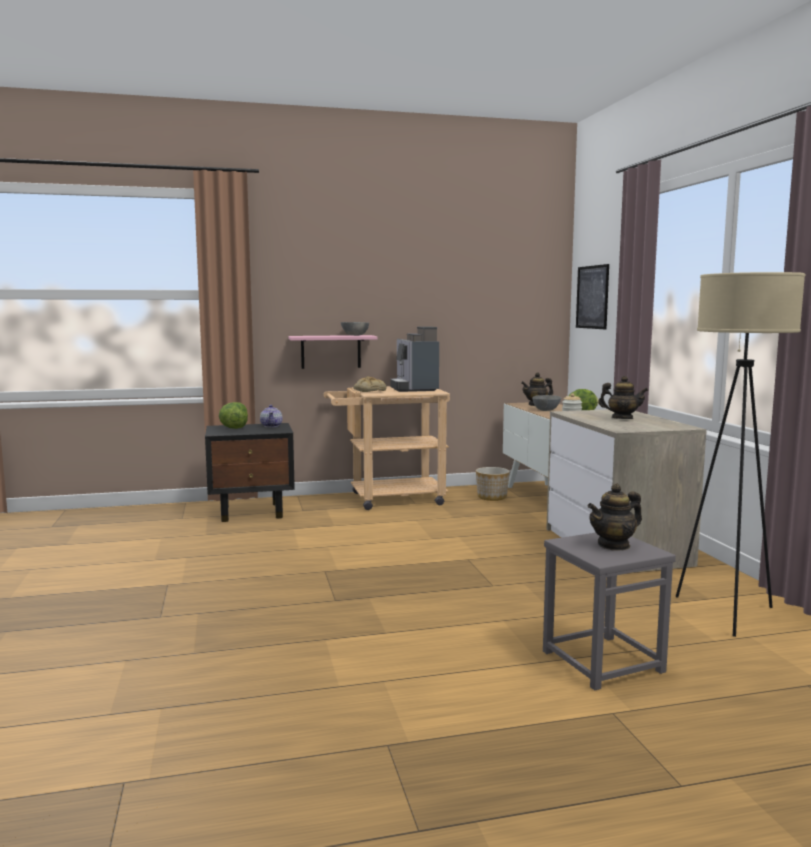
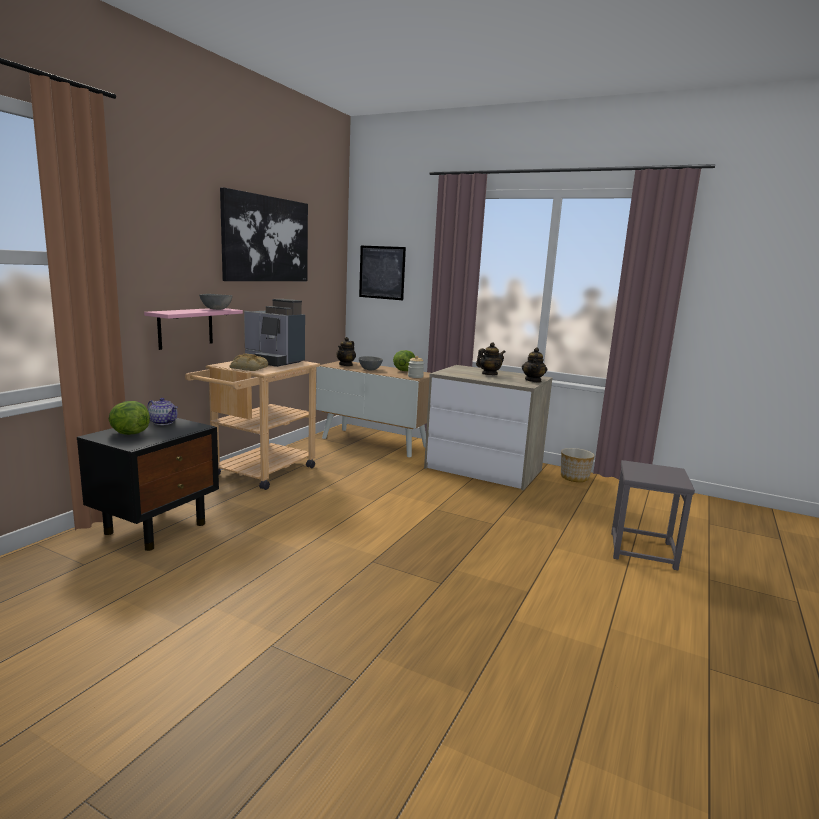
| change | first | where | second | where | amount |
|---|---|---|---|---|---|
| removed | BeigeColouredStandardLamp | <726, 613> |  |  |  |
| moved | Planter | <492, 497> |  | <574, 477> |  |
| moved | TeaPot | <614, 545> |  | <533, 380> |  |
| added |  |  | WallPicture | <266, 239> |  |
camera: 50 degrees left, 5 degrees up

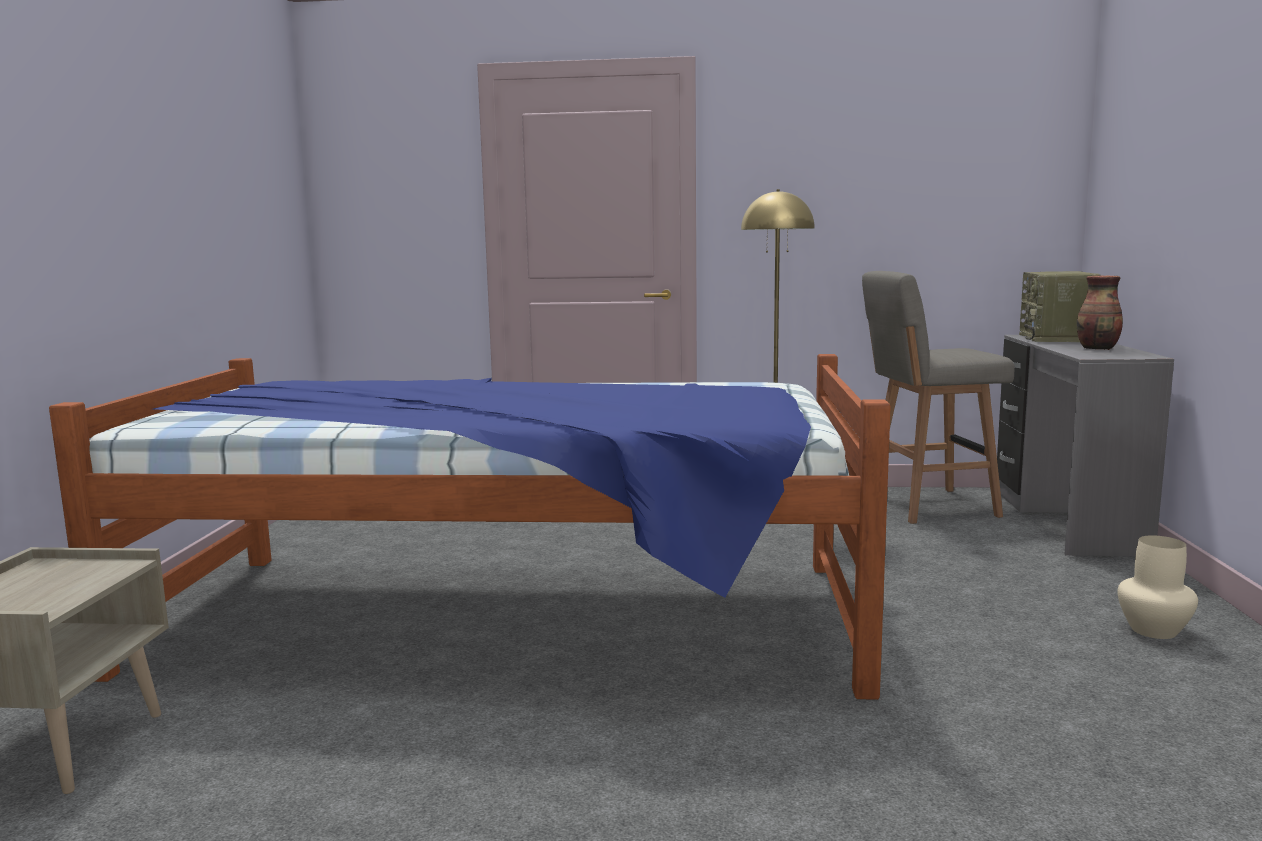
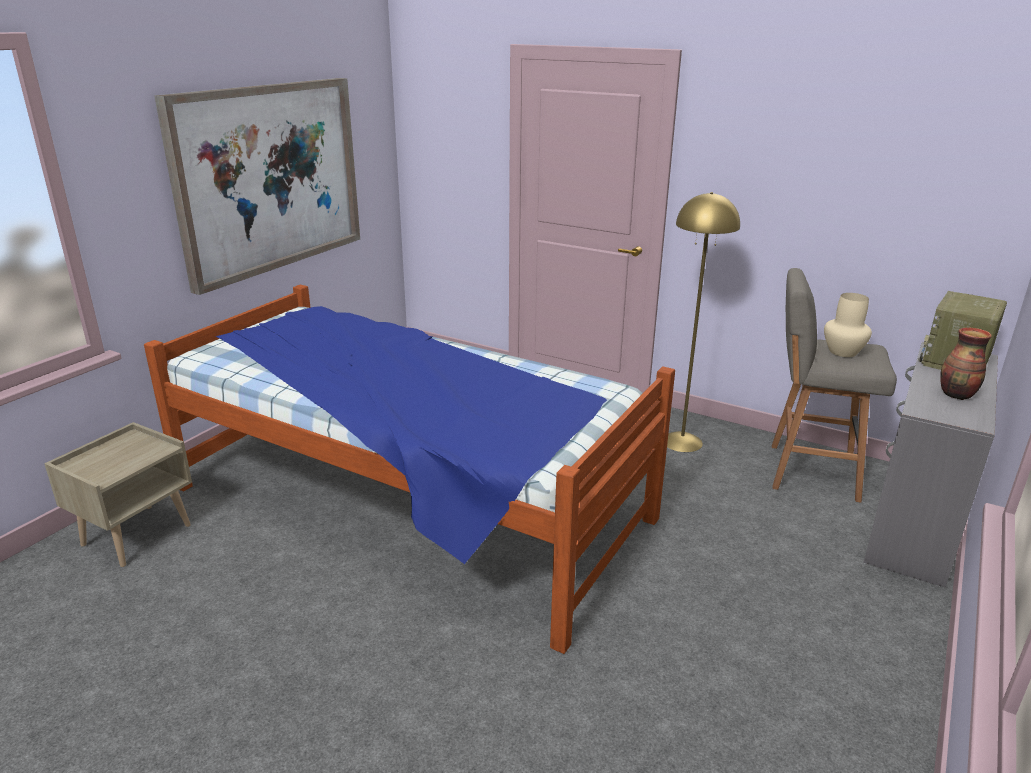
| change | first | where | second | where | amount |
|---|---|---|---|---|---|
| moved | BeigeColouredVase | <1153, 631> |  | <842, 352> |  |
| added |  |  | WallPicture | <269, 178> |  |
camera: 25 degrees right, 15 degrees up

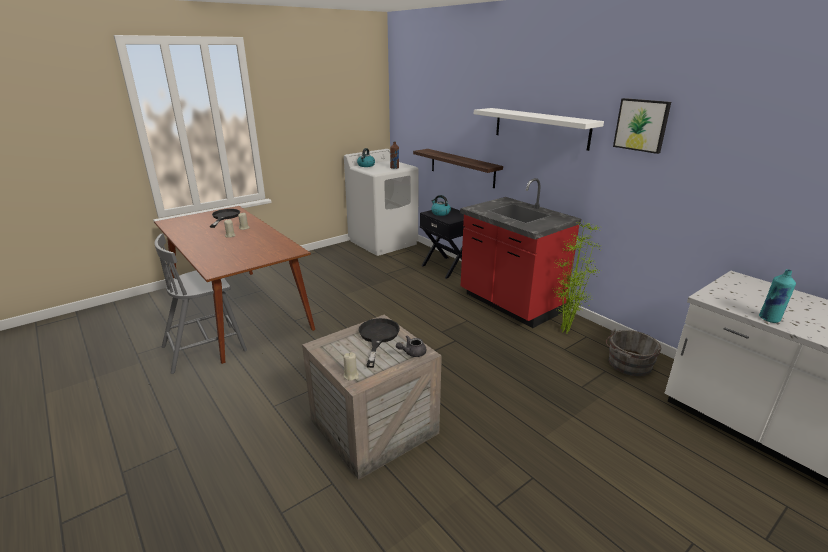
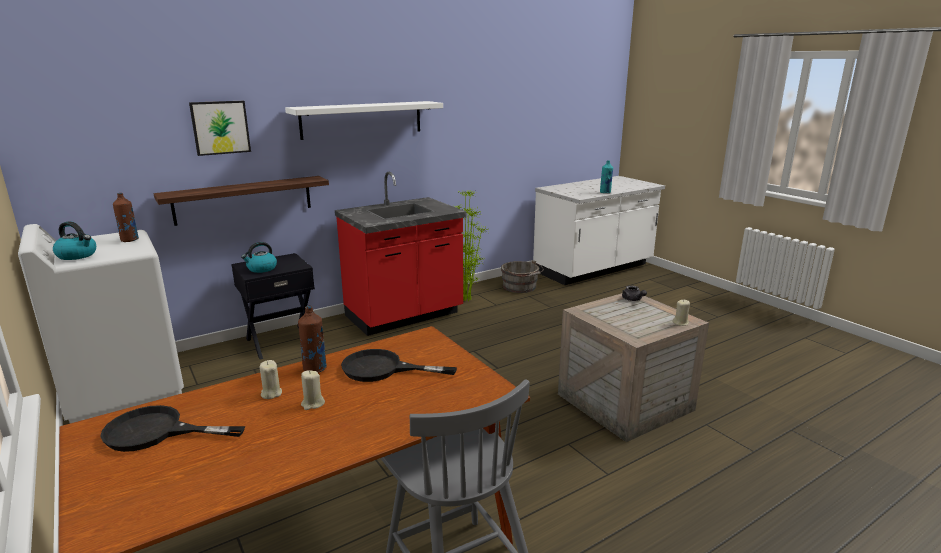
| change | first | where | second | where | amount |
|---|---|---|---|---|---|
| moved | WallPicture | <641, 125> |  | <220, 127> |  |
| moved | BlackishSkillet | <377, 337> |  | <383, 369> |  |
| added |  |  | BrownColouredBeverageBottle | <315, 369> |  |
camera: 85 degrees left, 5 degrees down

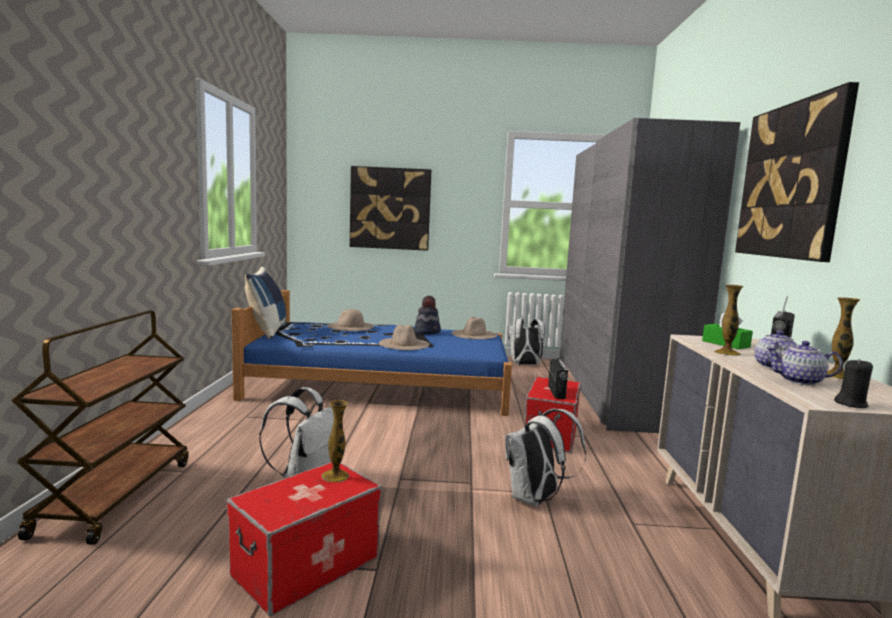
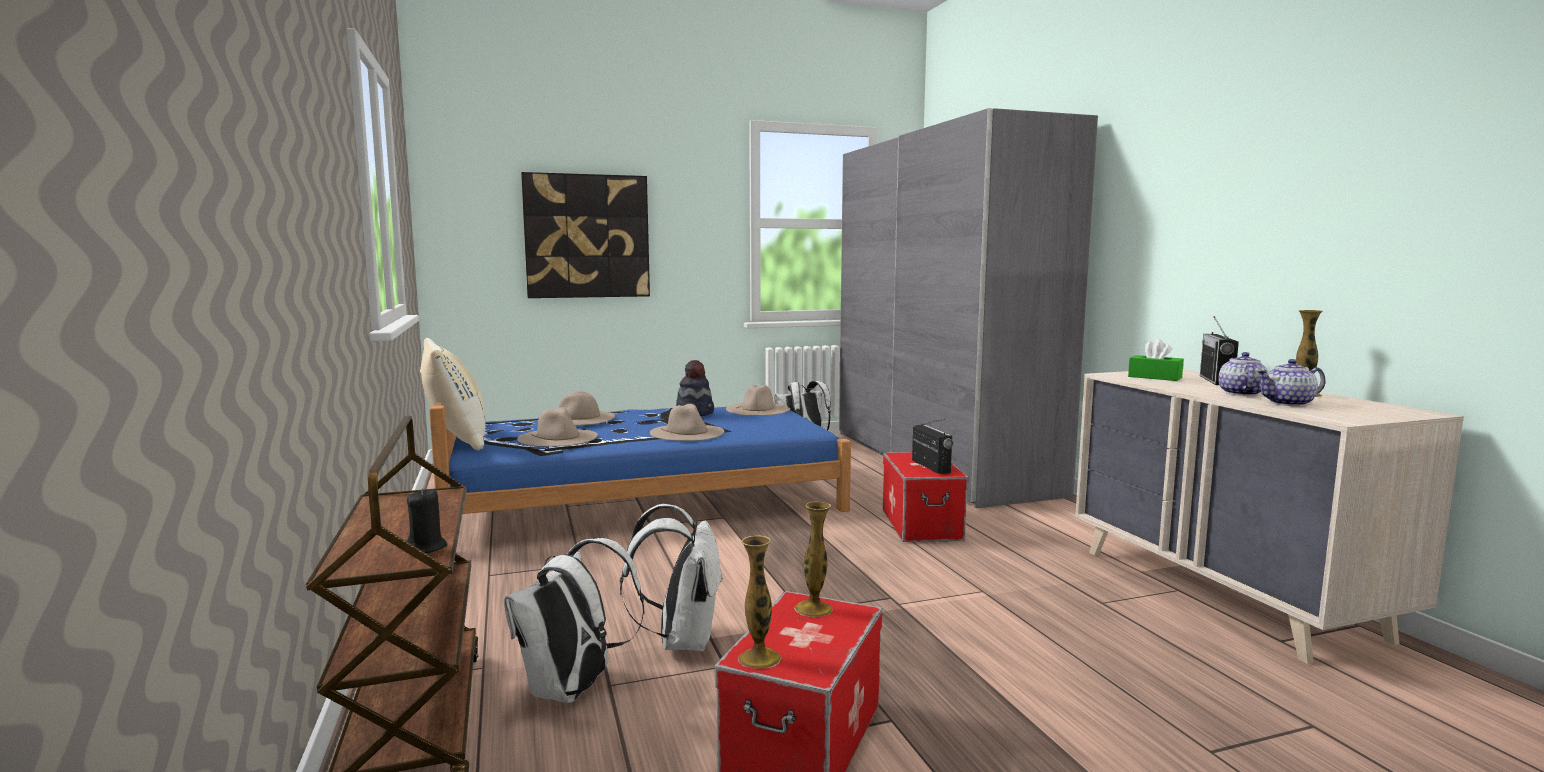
| change | first | where | second | where | amount |
|---|---|---|---|---|---|
| removed | WallPicture | <791, 181> |  |  |  |
| recoloured | BlueThrowPillow | <267, 331> | BeigeColouredThrowPillow | <455, 440> |  |
| moved | Vase | <727, 353> |  | <759, 658> |  |
| moved | BlackishWaxCandle | <851, 404> |  | <427, 548> |  |
| moved | WhiteColouredKnapsack | <536, 500> |  | <573, 690> |  |
| added |  |  | BeigeColouredWearableHat | <558, 437> |  |
camera: 20 degrees left, 0 degrees up

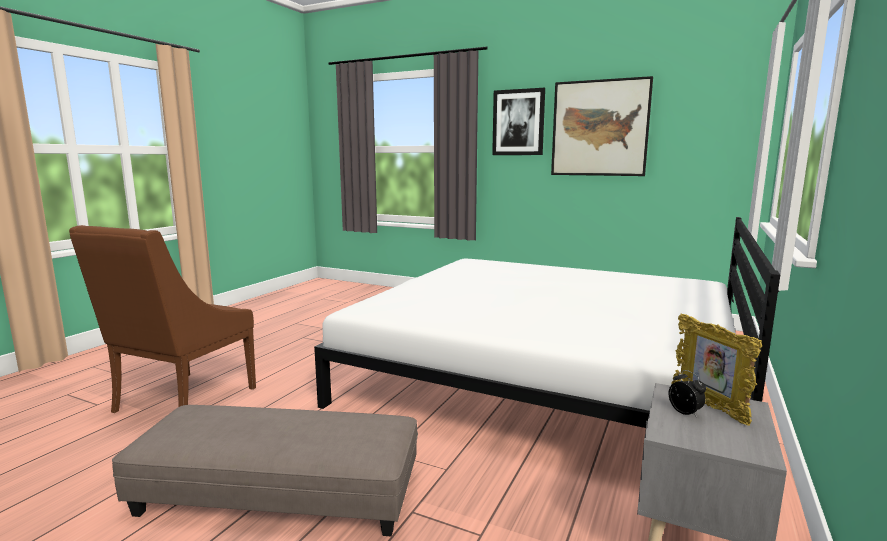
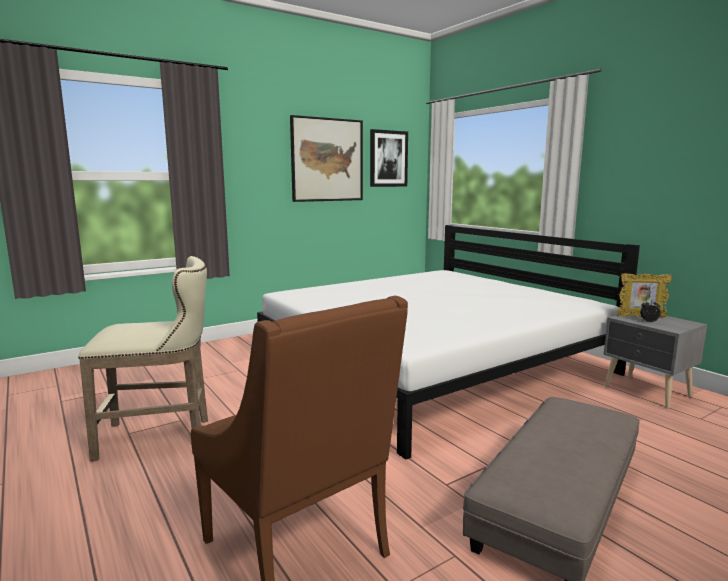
| change | first | where | second | where | amount |
|---|---|---|---|---|---|
| moved | WallPicture | <518, 122> |  | <388, 158> |  |
| added |  |  | BeigeColouredSittingStool | <161, 437> |  |
camera: 60 degrees left, 0 degrees up

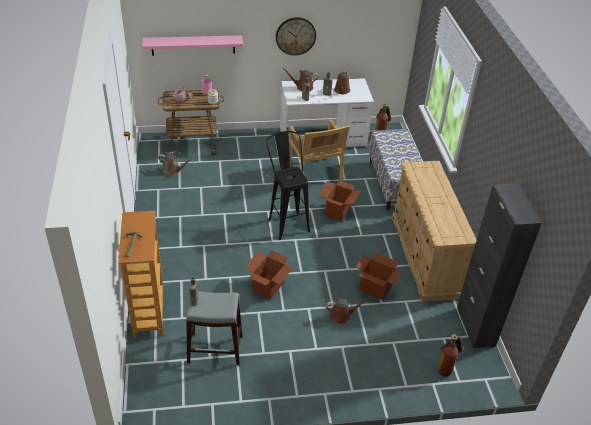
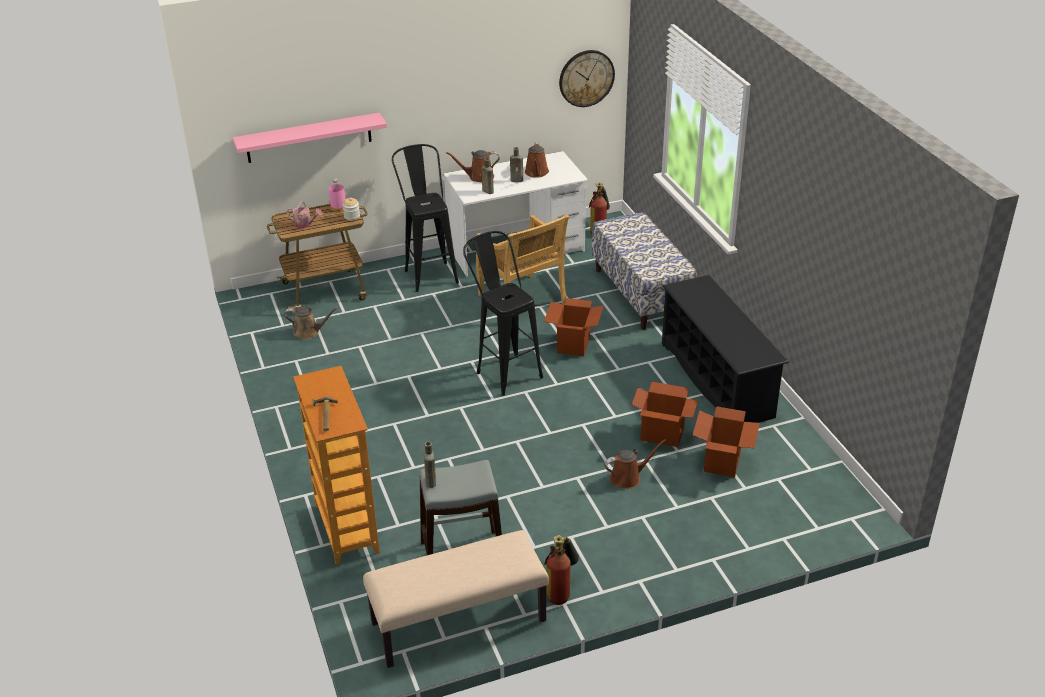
| change | first | where | second | where | amount |
|---|---|---|---|---|---|
| moved | ClockOnTheWall | <295, 36> |  | <586, 78> |  |
| replaced | BeigeColouredDrawerChest | <425, 256> | BlackishShoeShelf | <717, 380> |  |
| removed | BlackishCupboard | <475, 326> |  |  |  |
| moved | PackingBox | <268, 287> |  | <722, 462> |  |
| moved | Extinguisher | <447, 367> |  | <562, 591> |  |
| added |  |  | BlackishSittingStool | <429, 272> |  |
| added |  |  | BeigeColouredLongSeat | <458, 623> |  |
camera: 10 degrees left, 5 degrees down

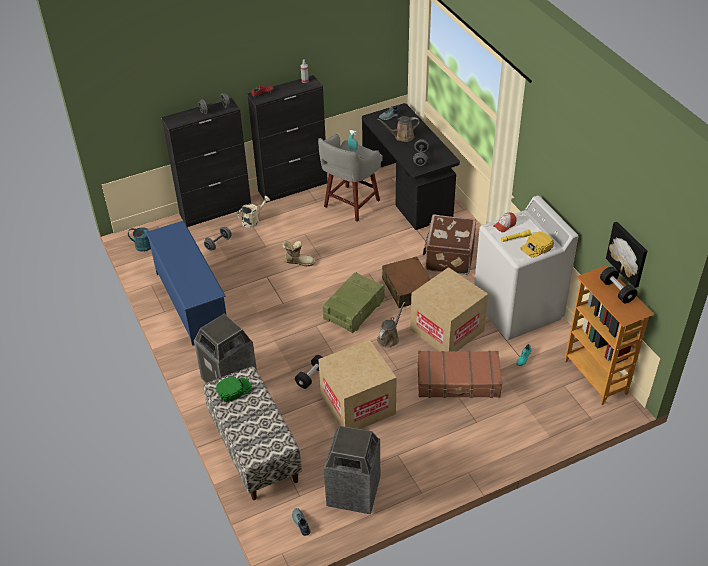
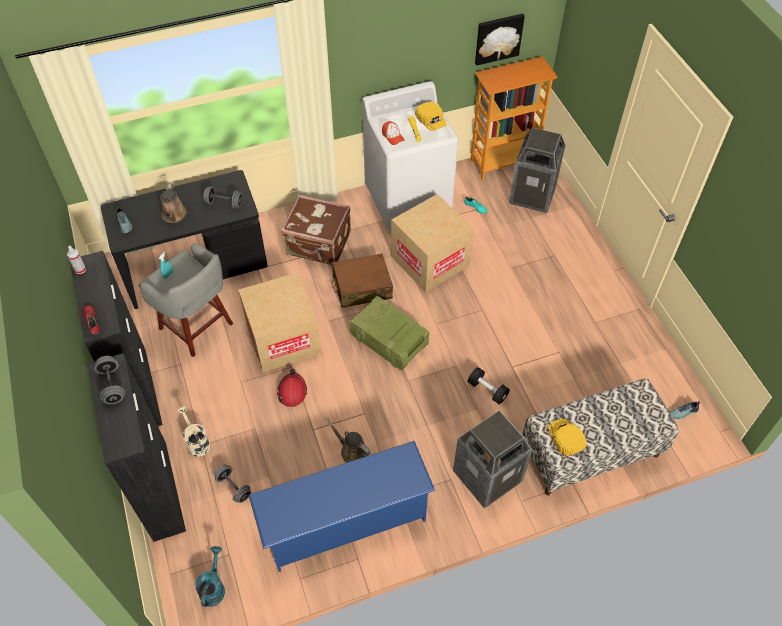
| change | first | where | second | where | amount |
|---|---|---|---|---|---|
| replaced | TallBoot | <299, 261> | ReddishWorkHelmet | <292, 391> |  |
| removed | BlackishFreeWeight | <616, 291> |  |  |  |
| moved | BrownColouredSprinklingCan | <389, 338> |  | <351, 451> |  |
| moved | PackingBox | <358, 404> |  | <283, 339> |  |
| removed | BrownColouredTravelCase | <458, 381> |  |  |  |
| recoloured | GreenColouredCap | <234, 390> | YellowColouredCap | <565, 438> |  |
| moved | RubbishBin | <353, 492> |  | <532, 195> |  |
camera: 85 degrees left, 10 degrees up

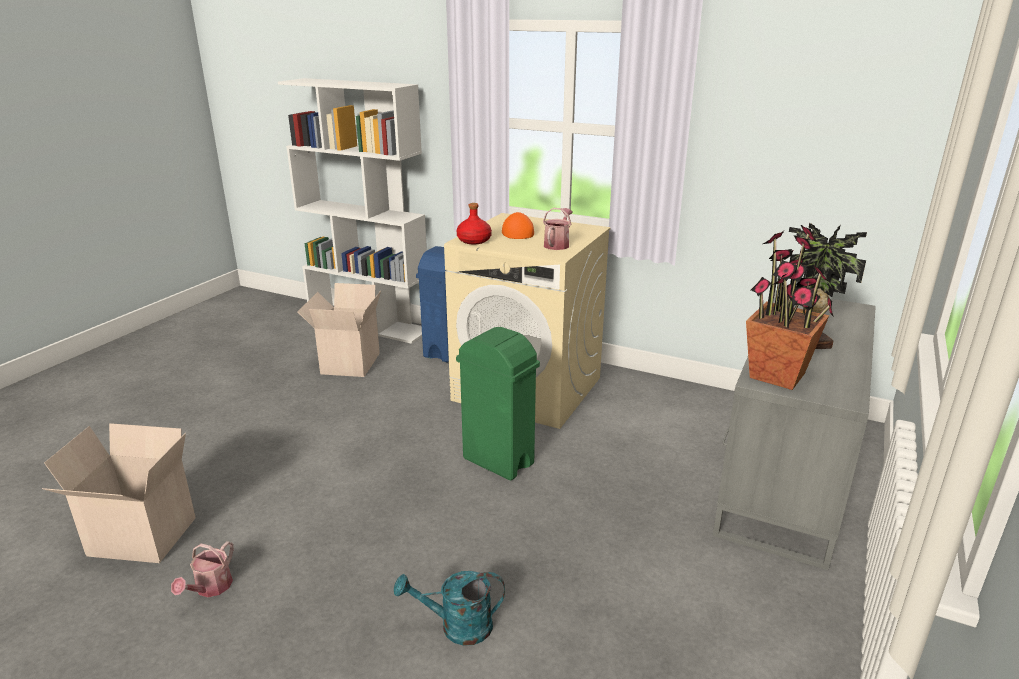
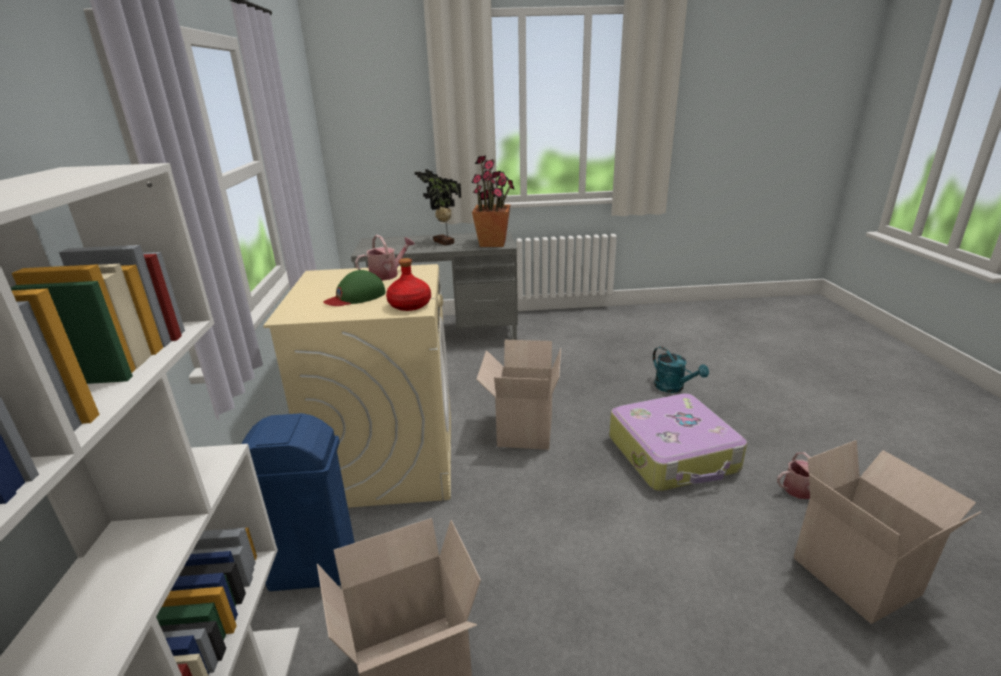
| change | first | where | second | where | amount |
|---|---|---|---|---|---|
| turned | SprinklingCan | <557, 244> |  | <387, 274> | 150 degrees clockwise |
| recoloured | OrangeColouredCap | <517, 232> | GreenColouredCap | <356, 297> |  |
| replaced | GreenColouredRubbishBin | <498, 461> | PackingBox | <523, 429> |  |
| added |  |  | TravelCase | <673, 454> |  |
camera: 120 degrees left, 0 degrees up

